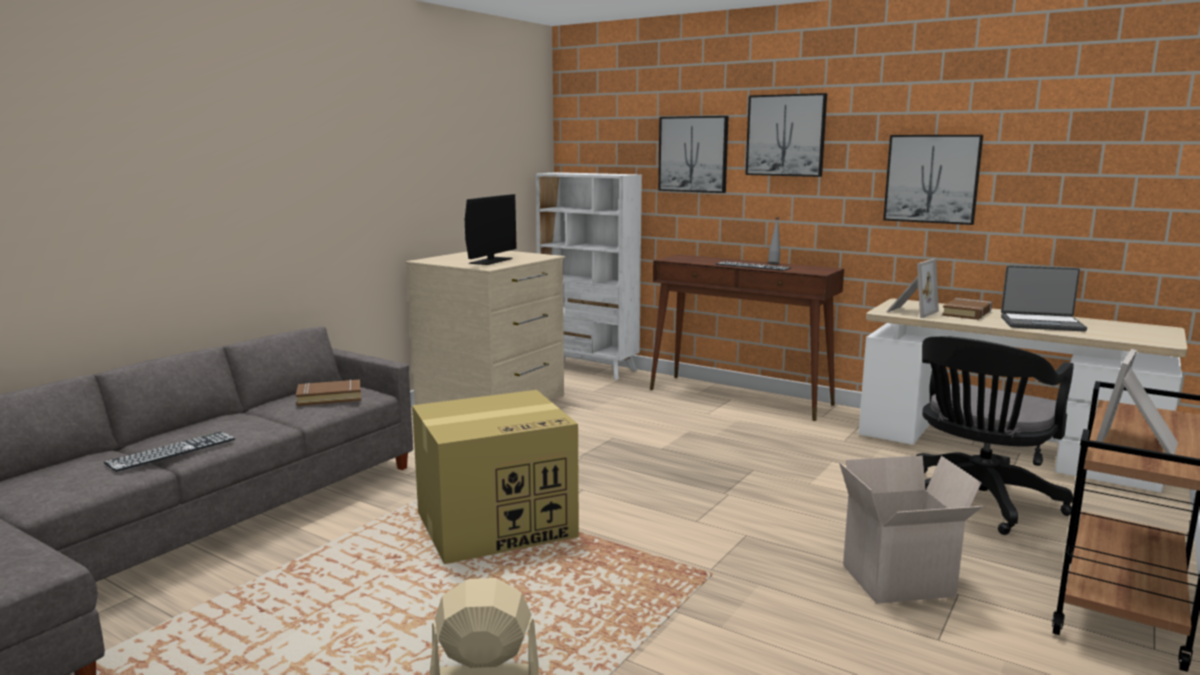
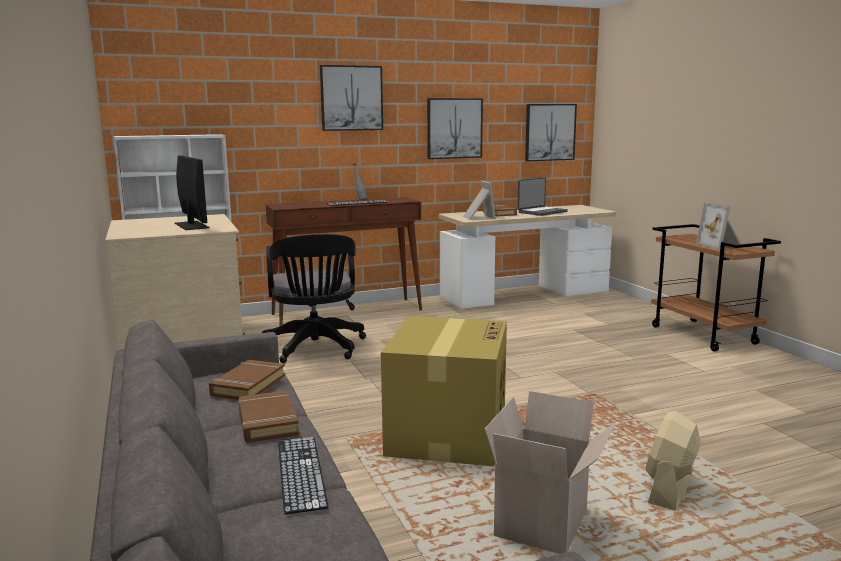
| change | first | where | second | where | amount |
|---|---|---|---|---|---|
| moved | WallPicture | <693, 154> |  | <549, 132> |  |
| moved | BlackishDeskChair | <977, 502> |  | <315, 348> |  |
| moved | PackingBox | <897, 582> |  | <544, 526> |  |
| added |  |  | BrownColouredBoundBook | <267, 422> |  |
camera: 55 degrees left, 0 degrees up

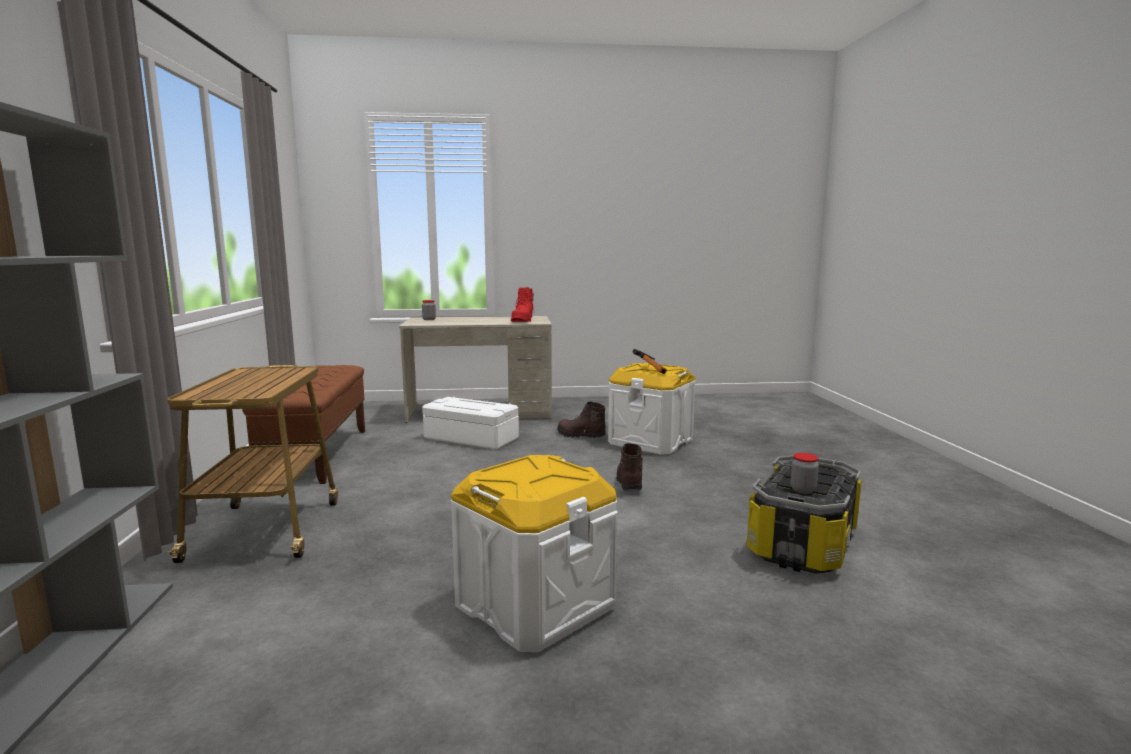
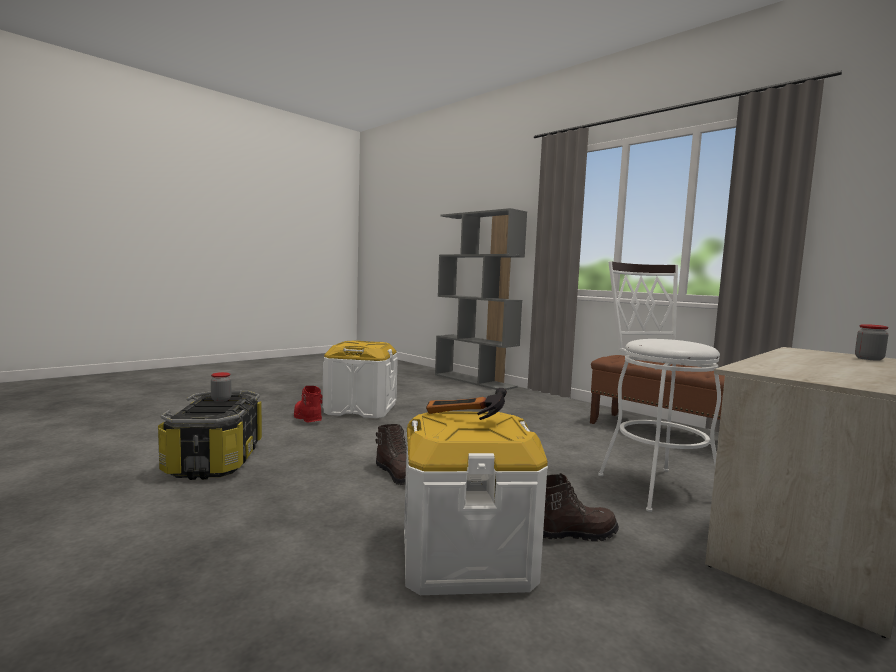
| change | first | where | second | where | amount |
|---|---|---|---|---|---|
| moved | ReddishTallBoot | <523, 320> |  | <307, 418> |  |
| removed | Trolley | <266, 528> |  |  |  |
| replaced | WhiteColouredStorageBox | <470, 438> | WhiteColouredSittingStool | <652, 484> |  |
camera: 140 degrees right, 5 degrees down

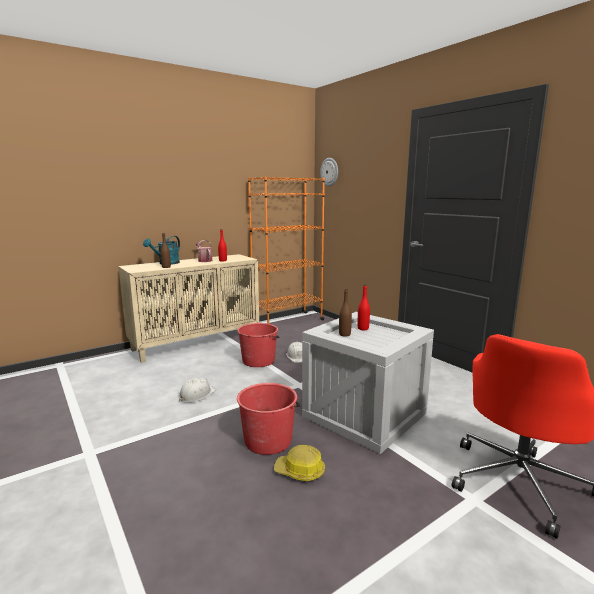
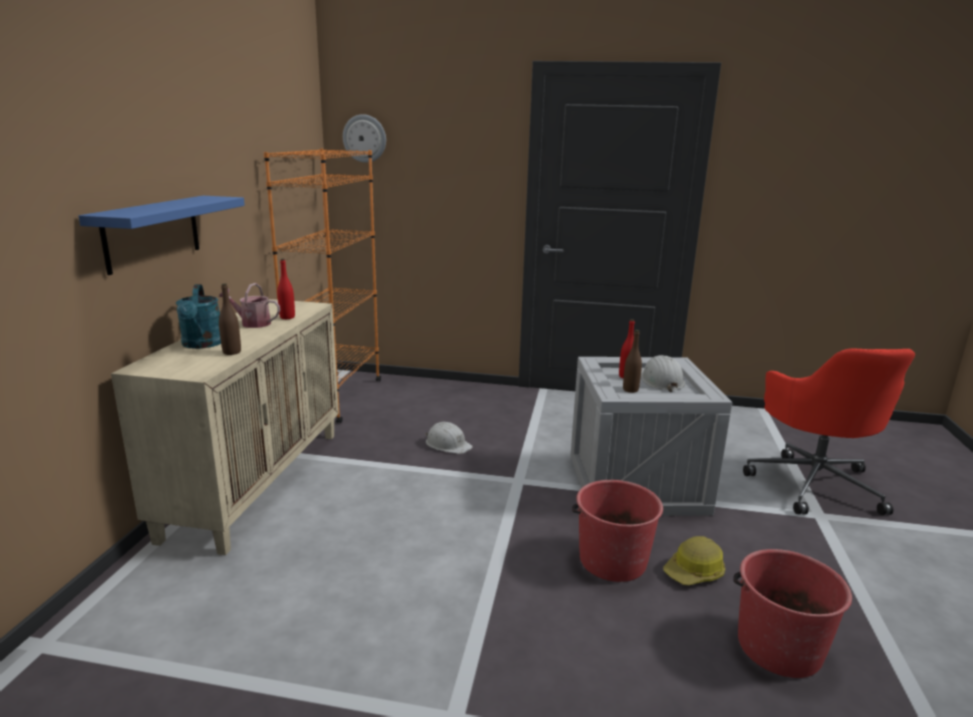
| change | first | where | second | where | amount |
|---|---|---|---|---|---|
| moved | ReddishBucket | <259, 360> |  | <778, 646> |  |
| moved | WhiteColouredWorkHelmet | <196, 395> |  | <661, 381> |  |
| added |  |  | BlueShelf | <152, 232> |  |
camera: 45 degrees left, 5 degrees up

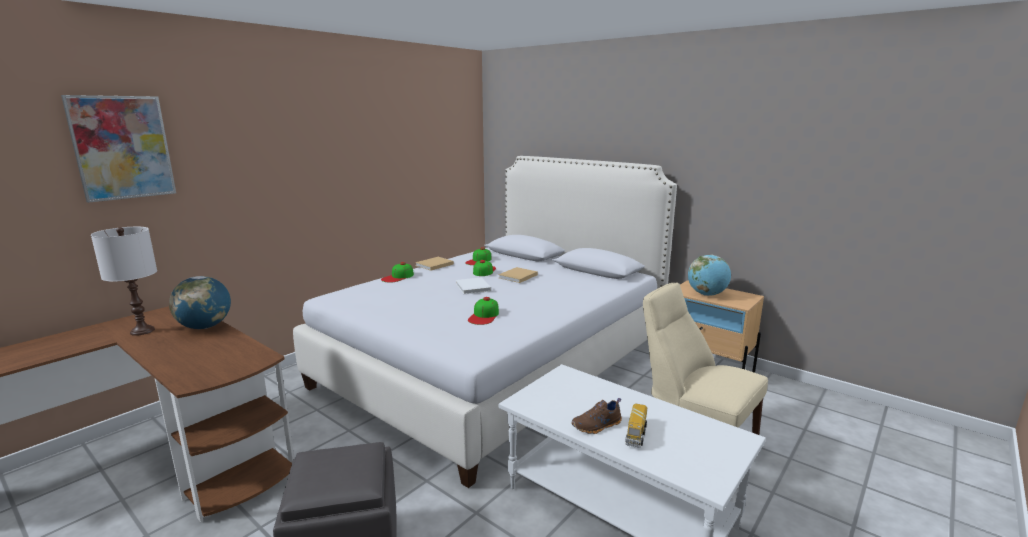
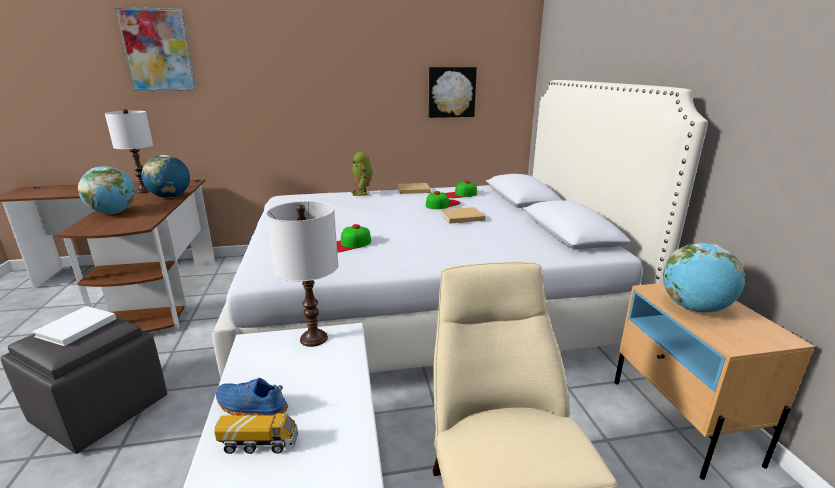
| change | first | where | second | where | amount |
|---|---|---|---|---|---|
| replaced | Cap | <398, 277> | ModelRobot | <362, 193> |  |
| moved | WhiteColouredBoundBook | <473, 287> |  | <74, 328> |  |
| recoloured | BrownColouredLowShoe | <597, 426> | BlueLowShoe | <251, 408> |  |
| turned | ModelTruck | <636, 435> |  | <259, 444> | 150 degrees counterclockwise |
| added |  |  | WallPicture | <451, 92> |  |
| added |  |  | WorldGlobe | <113, 213> |  |
| added |  |  | WhiteColouredTabletopLamp | <313, 338> |  |
camera: 40 degrees right, 5 degrees up

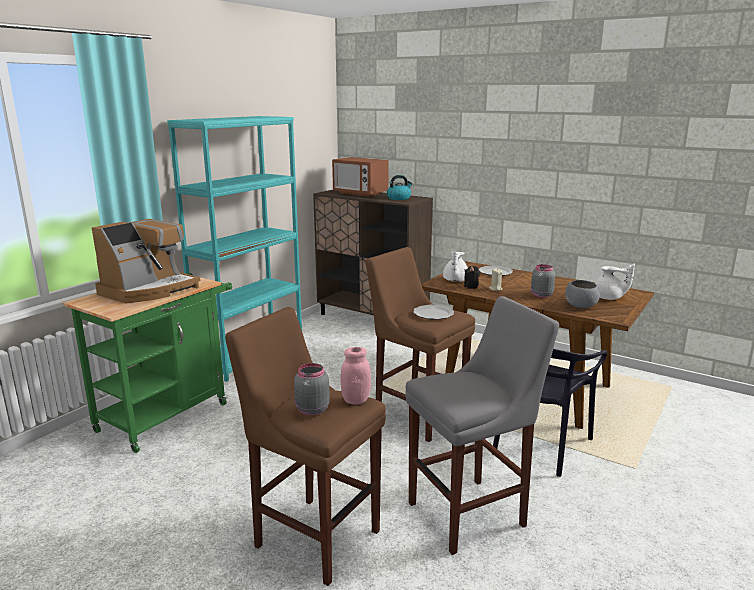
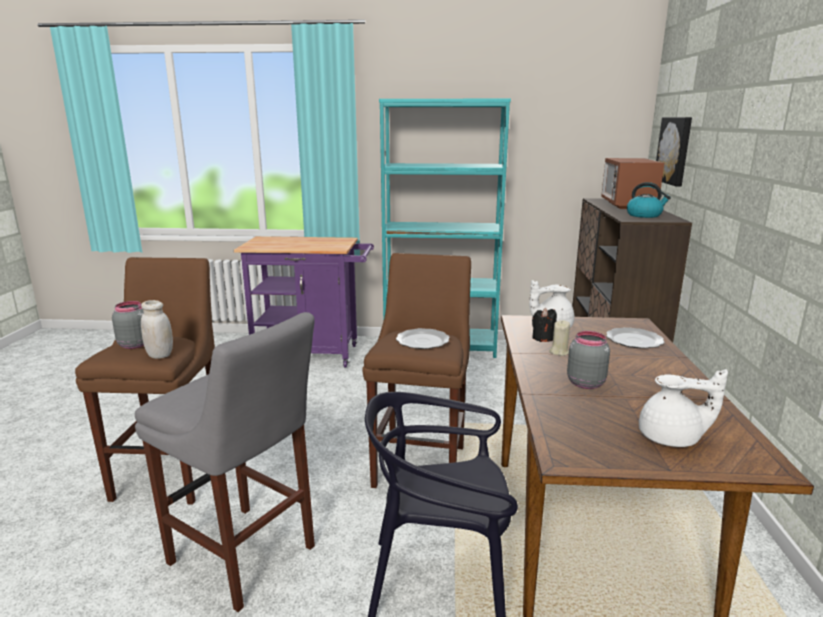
| change | first | where | second | where | amount |
|---|---|---|---|---|---|
| removed | CoffeeMaker | <149, 290> |  |  |  |
| turned | WhiteColouredTeaPot | <608, 298> |  | <672, 439> | 75 degrees counterclockwise |
| recoloured | GreenColouredTrolley | <169, 413> | PurplishTrolley | <313, 354> |  |
| removed | GreyishDeepDish | <580, 306> |  |  |  |
| recoloured | PinkColouredPreserveJar | <356, 400> | WhiteColouredPreserveJar | <160, 355> |  |
| added |  |  | WallPicture | <675, 150> |  |
camera: 60 degrees right, 0 degrees up

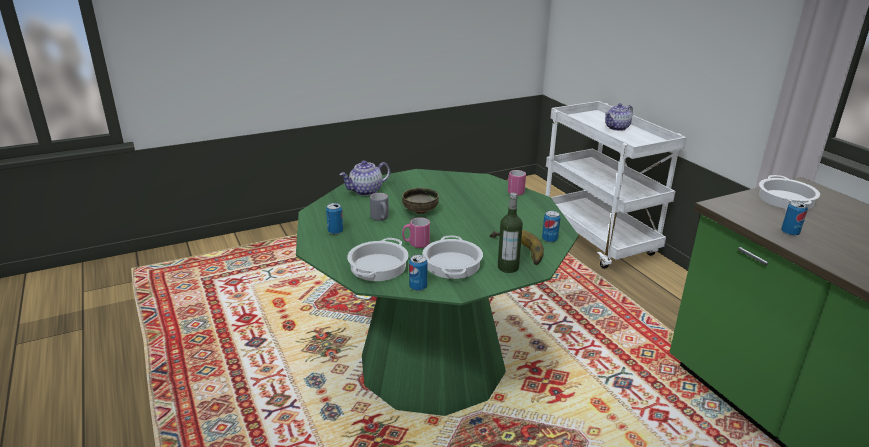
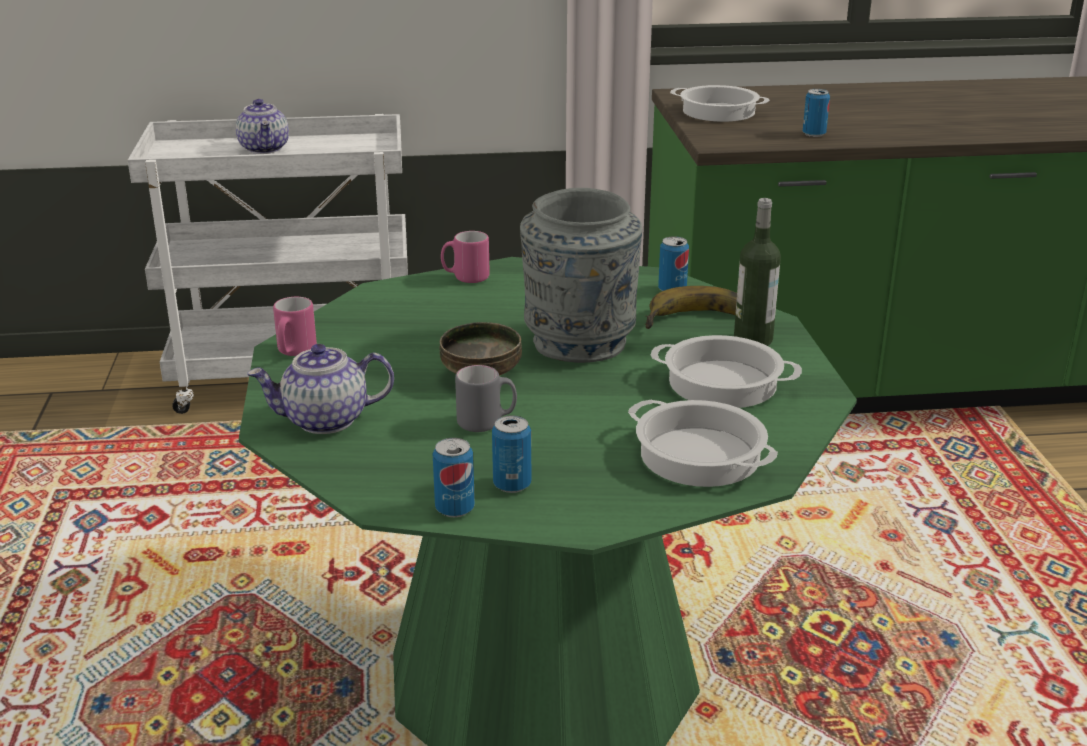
| change | first | where | second | where | amount |
|---|---|---|---|---|---|
| turned | TeaPot | <366, 191> |  | <325, 420> | 90 degrees clockwise |
| moved | PinkColouredTeaMug | <416, 244> |  | <294, 352> |  |
| moved | MetalCan | <418, 287> |  | <455, 509> |  |
| added |  |  | GreyishVase | <579, 344> |  |
camera: 70 degrees left, 0 degrees up

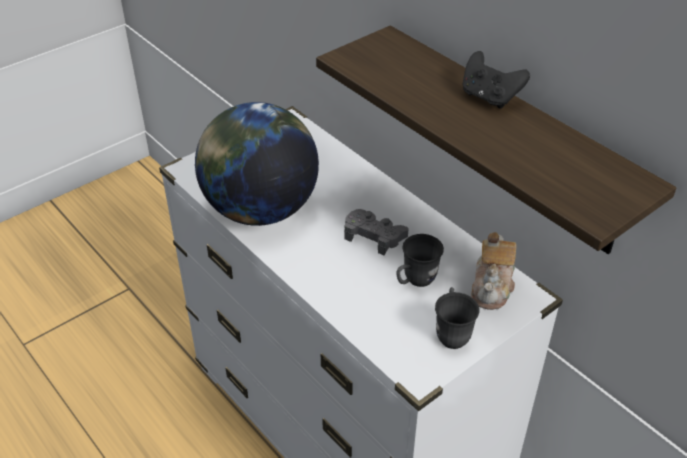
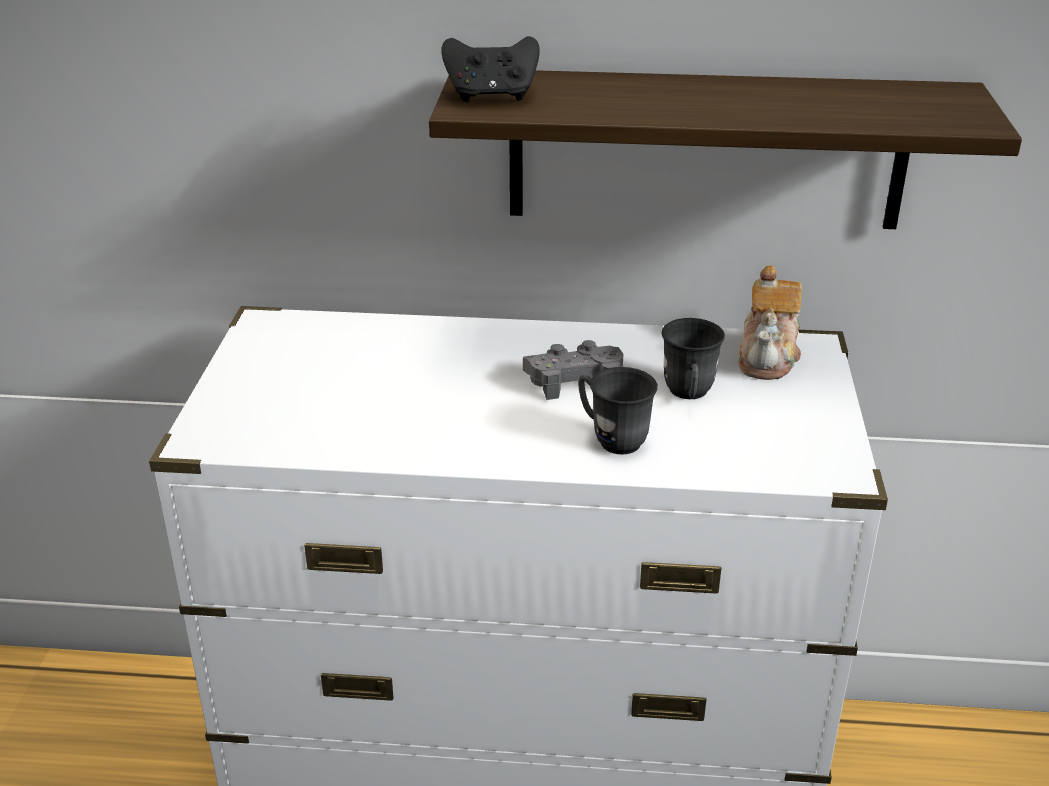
| change | first | where | second | where | amount |
|---|---|---|---|---|---|
| moved | BlackishGameController | <489, 97> |  | <491, 97> |  |
| removed | WorldGlobe | <260, 210> |  |  |  |
| turned | TeaPot | <492, 287> |  | <768, 357> | 45 degrees clockwise |
| moved | GreyishTeaMug | <452, 332> |  | <611, 438> |  |
camera: 45 degrees left, 10 degrees down

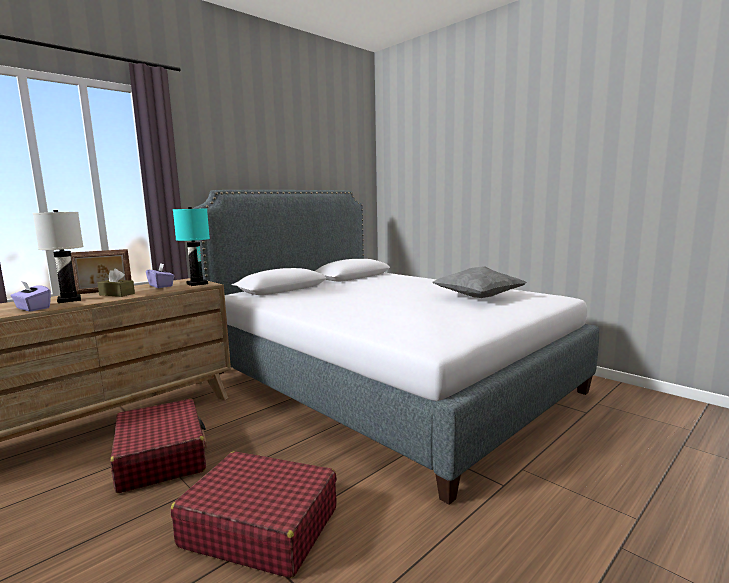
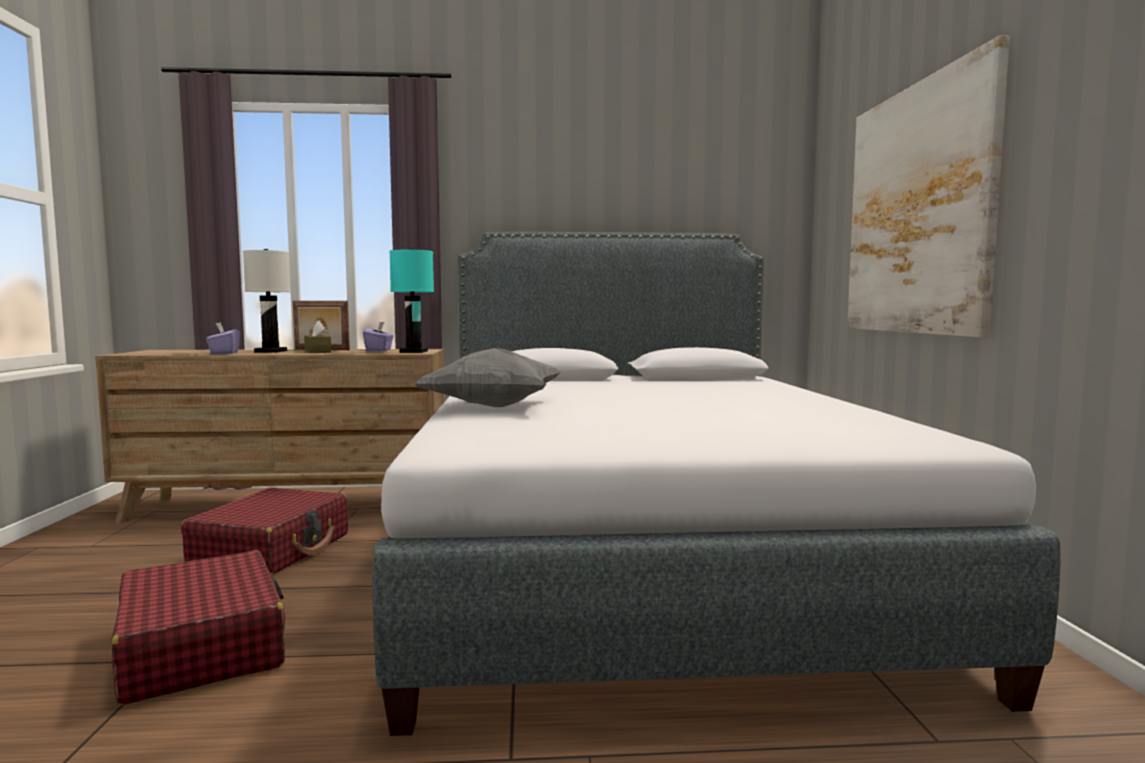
| change | first | where | second | where | amount |
|---|---|---|---|---|---|
| moved | GreyishThrowPillow | <477, 298> |  | <493, 406> |  |
| added |  |  | WallPicture | <917, 210> |  |
camera: 40 degrees right, 5 degrees down

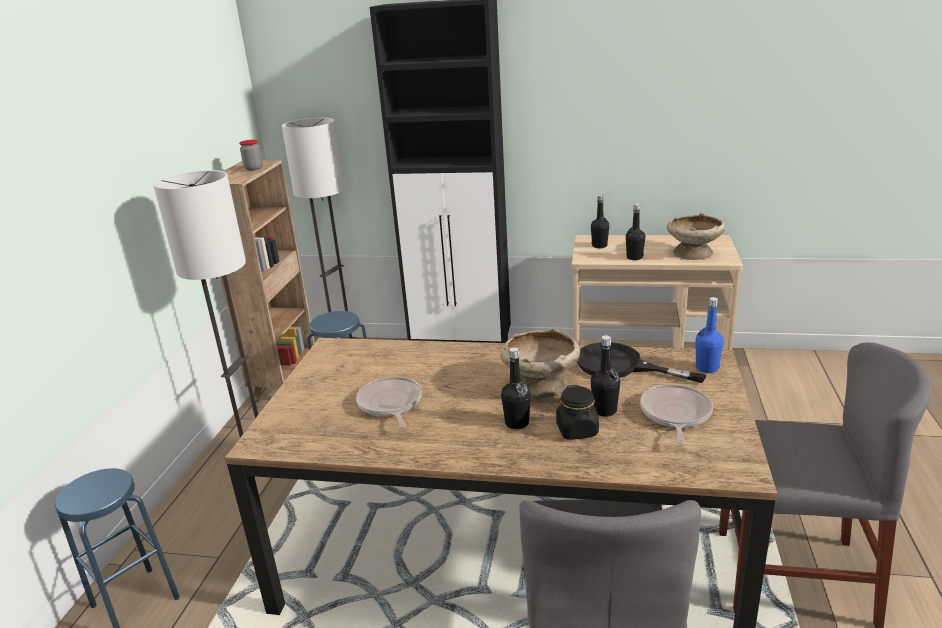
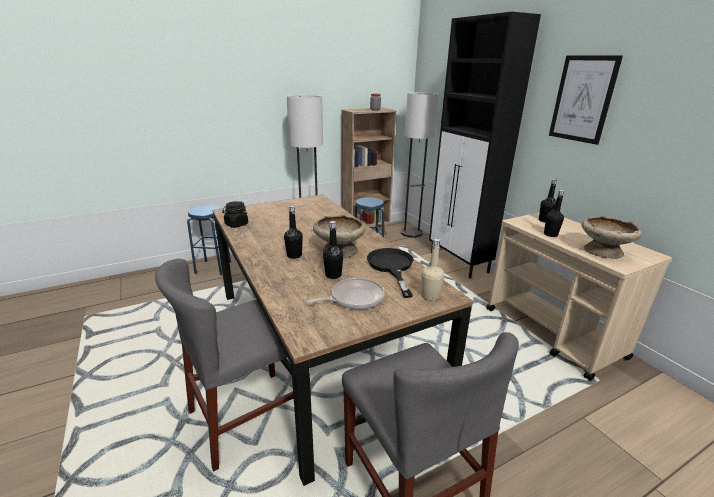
| change | first | where | second | where | amount |
|---|---|---|---|---|---|
| recoloured | BlueBeverageBottle | <707, 368> | BeigeColouredBeverageBottle | <430, 296> |  |
| removed | Skillet | <390, 404> |  |  |  |
| moved | BlackishPreserveJar | <577, 430> |  | <236, 224> |  |
| added |  |  | WallPicture | <582, 99> |  |
camera: 50 degrees right, 0 degrees up

